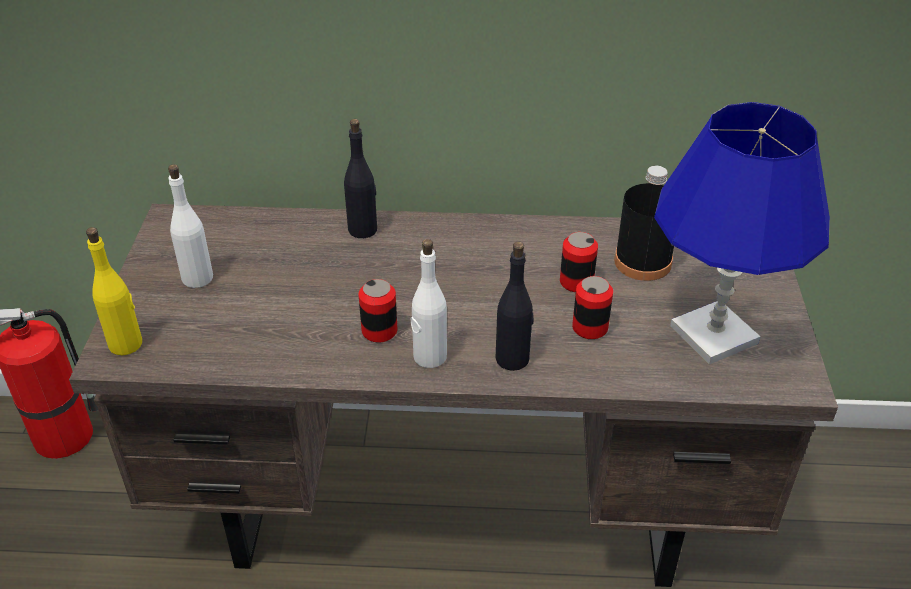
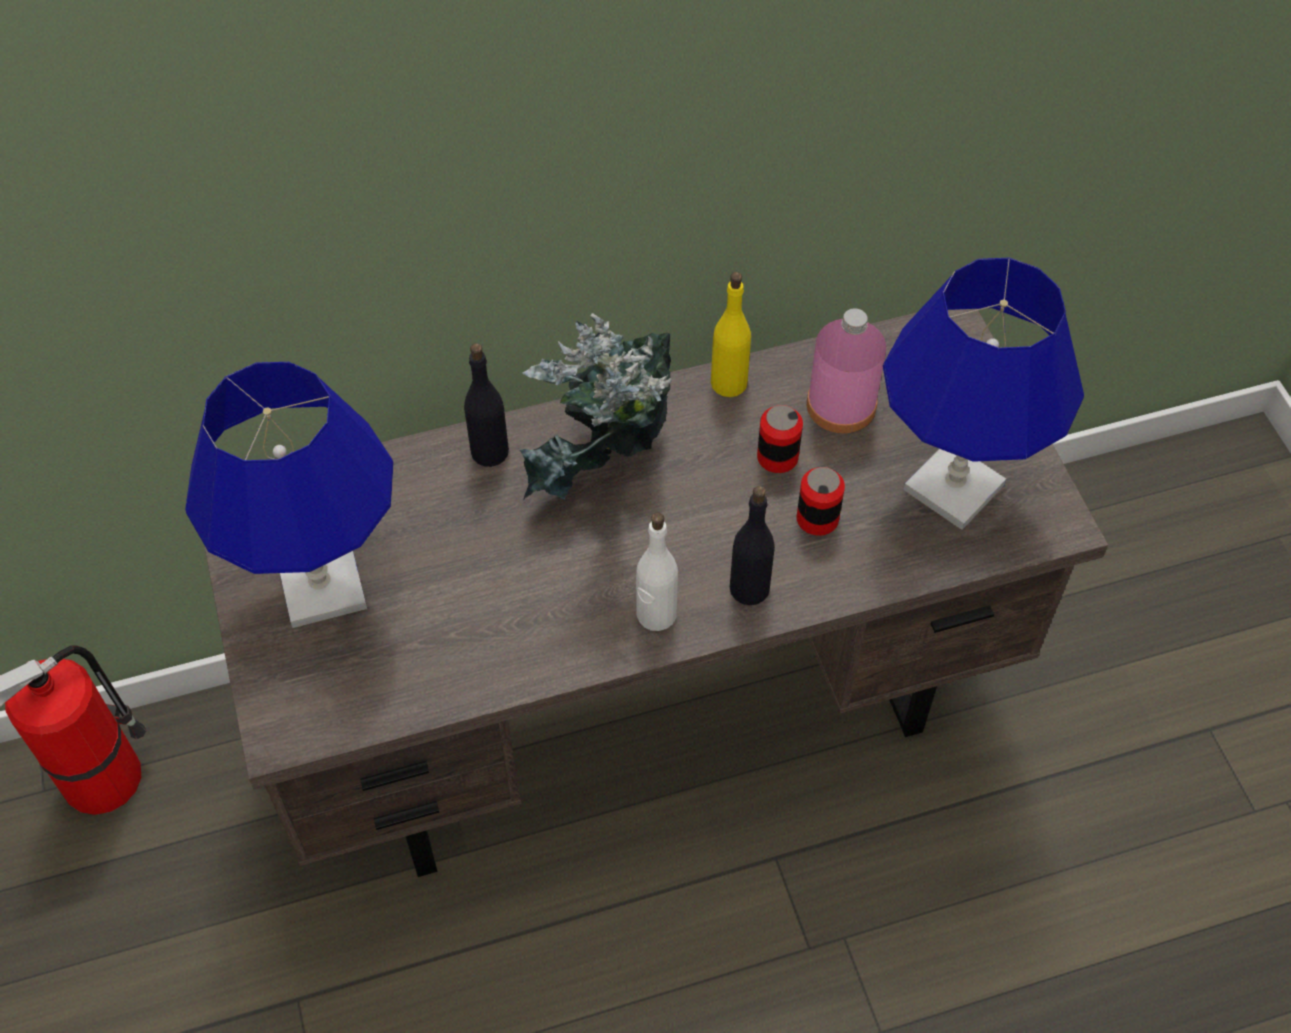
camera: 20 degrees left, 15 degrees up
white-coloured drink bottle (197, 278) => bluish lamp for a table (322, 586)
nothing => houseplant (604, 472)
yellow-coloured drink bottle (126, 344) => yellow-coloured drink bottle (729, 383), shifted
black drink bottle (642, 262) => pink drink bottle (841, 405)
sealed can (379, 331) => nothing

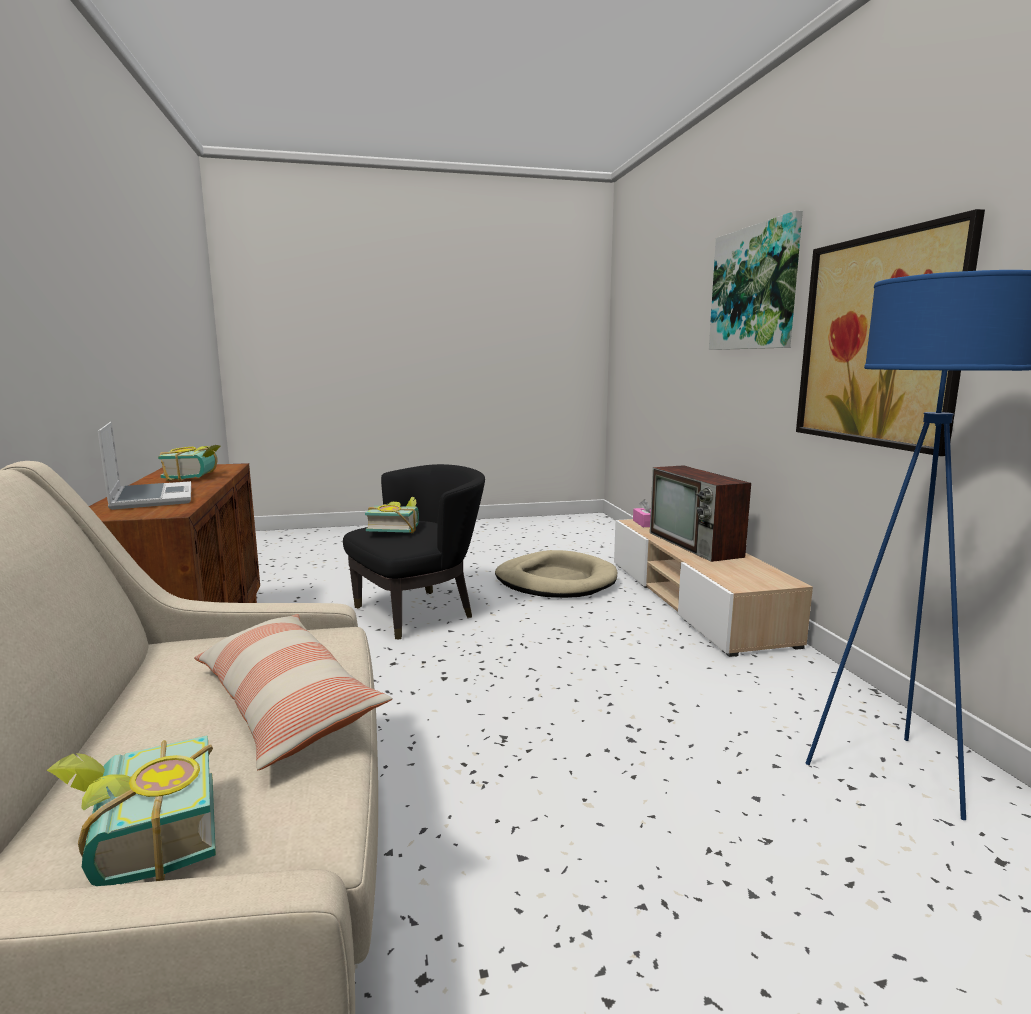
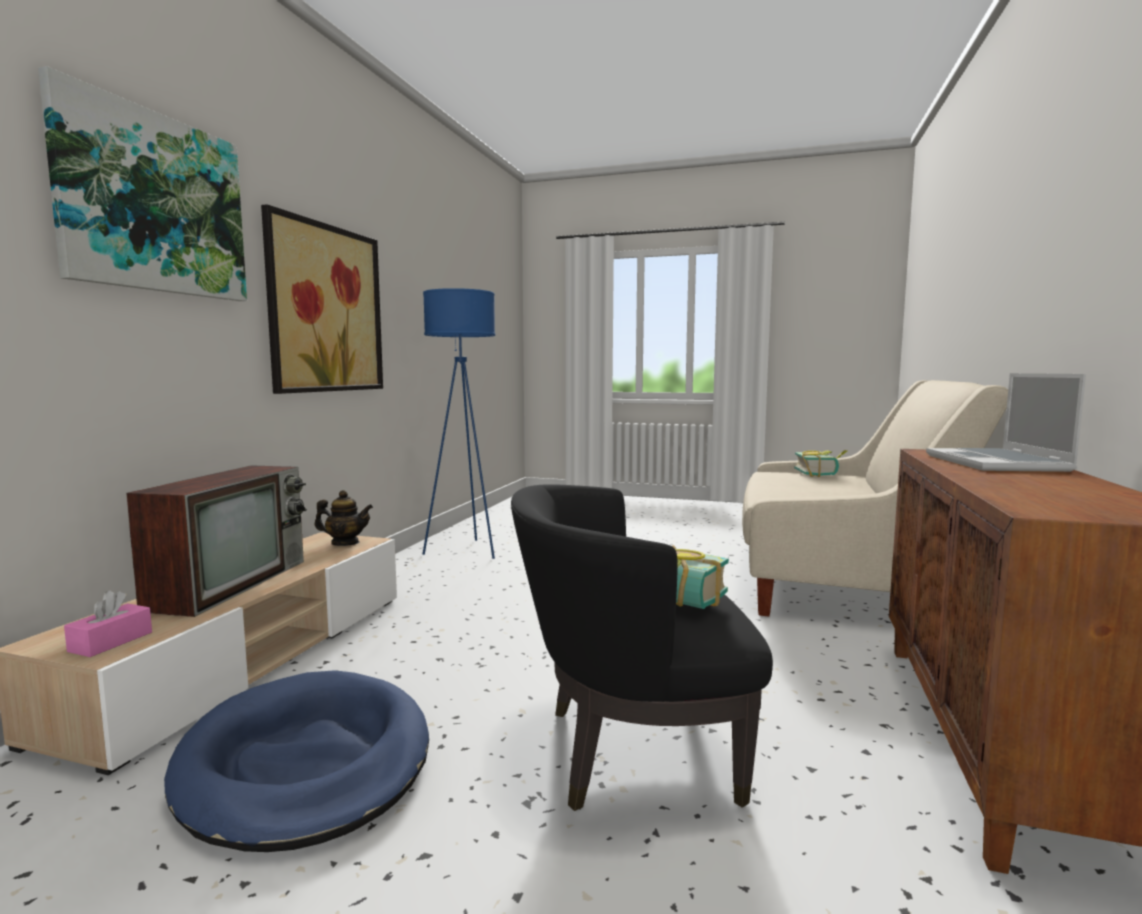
camera: 150 degrees left, 5 degrees down
beige dog bed (555, 580) => bluish dog bed (306, 763)
nothing => teapot (345, 543)
volume (197, 476) => nothing
pillow (285, 704) => nothing

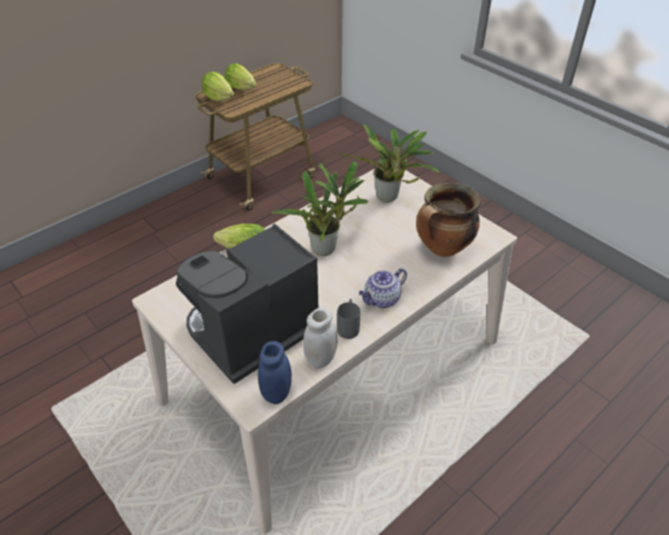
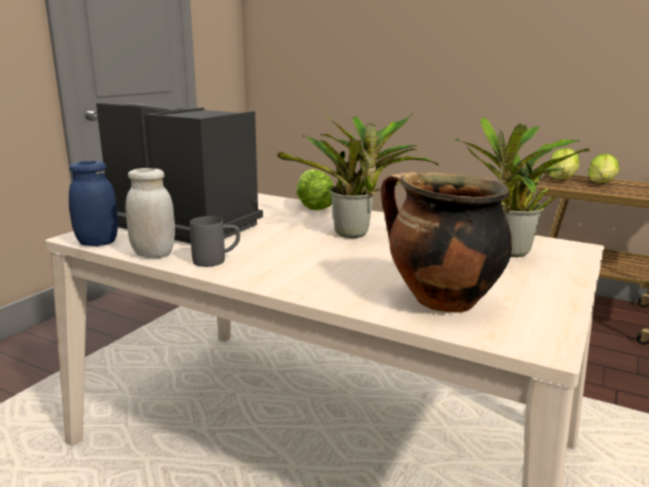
camera: 70 degrees right, 25 degrees down
teapot (381, 300) => nothing

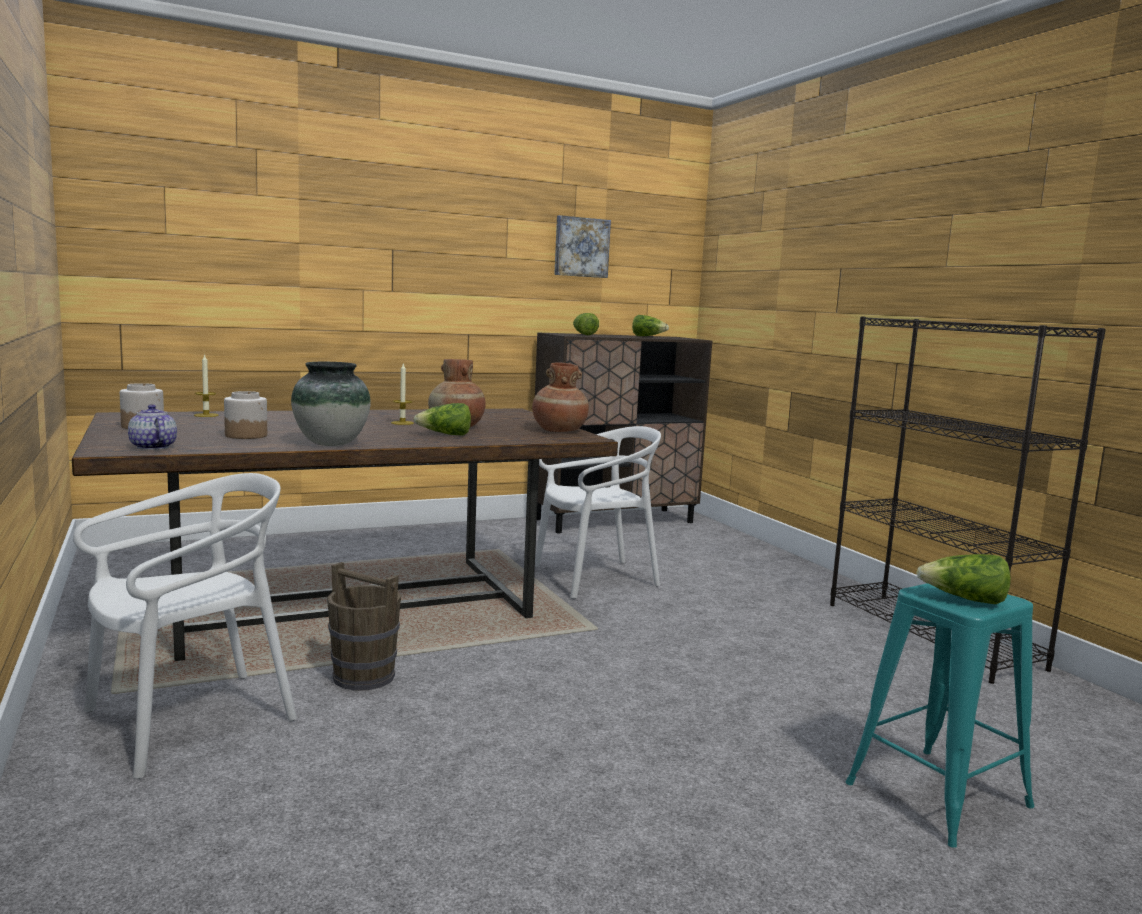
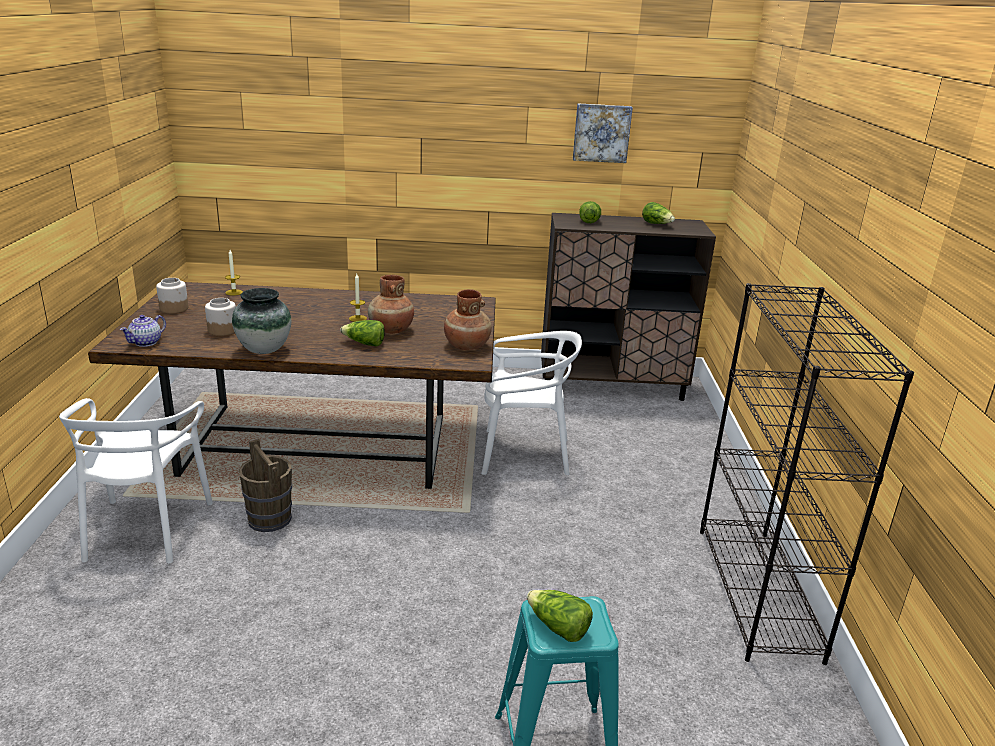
camera: 25 degrees right, 15 degrees up
white-coloured upright chair (190, 719) => white-coloured upright chair (146, 529), 105 degrees clockwise
teapot (152, 447) => teapot (146, 342), 135 degrees counterclockwise

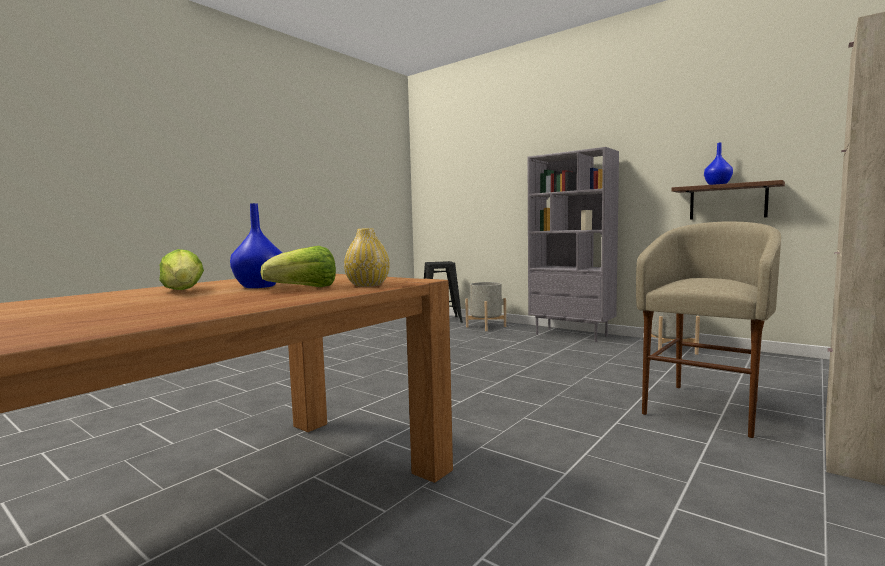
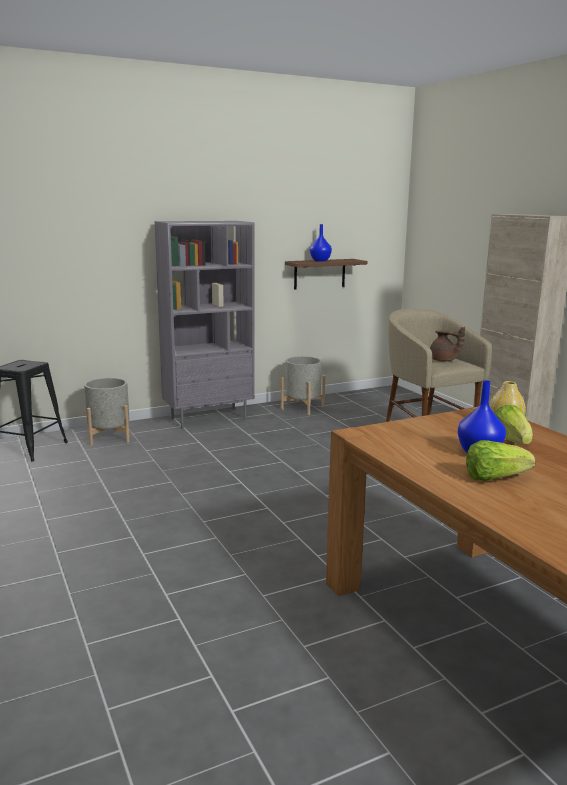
camera: 65 degrees left, 10 degrees up
nothing => brown teapot (443, 360)

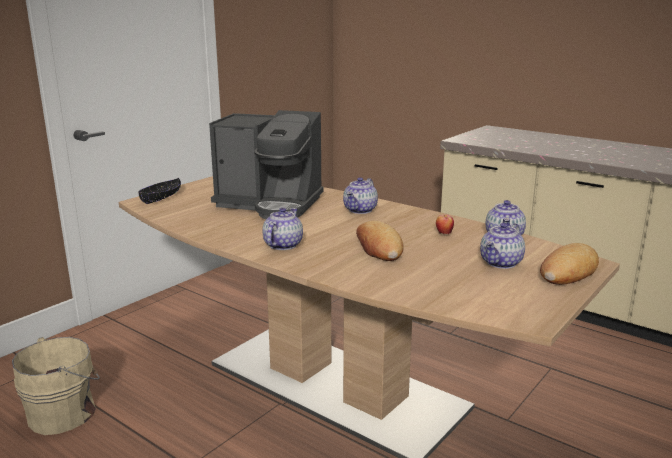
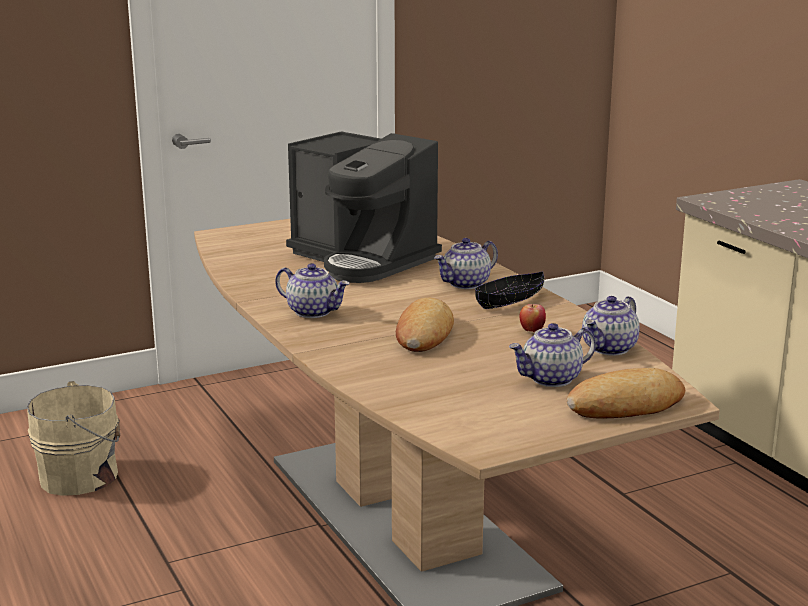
camera: 25 degrees right, 0 degrees up
teapot (282, 245) => teapot (313, 312), 75 degrees clockwise
black bowl (161, 197) => black bowl (510, 300), shifted

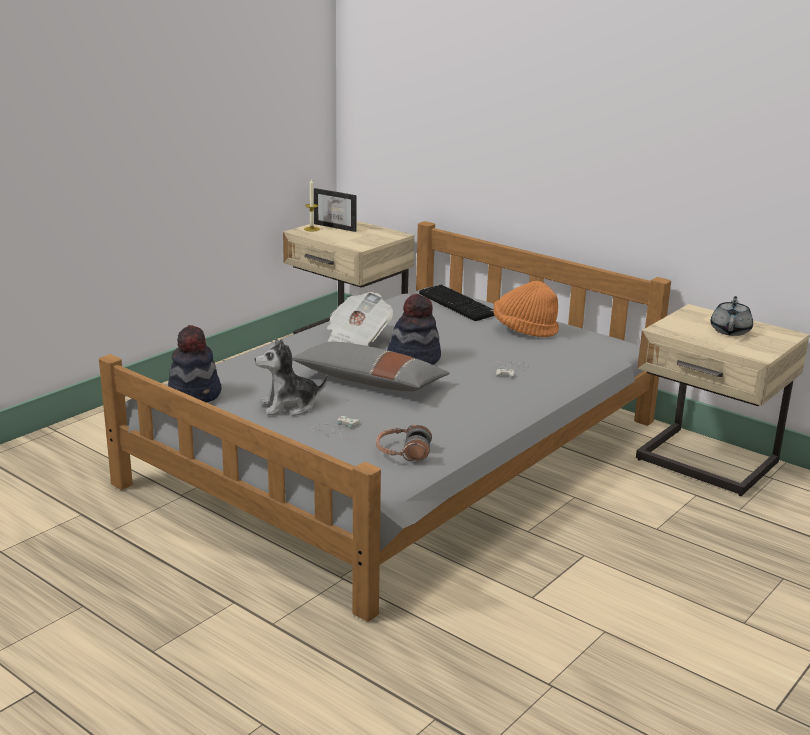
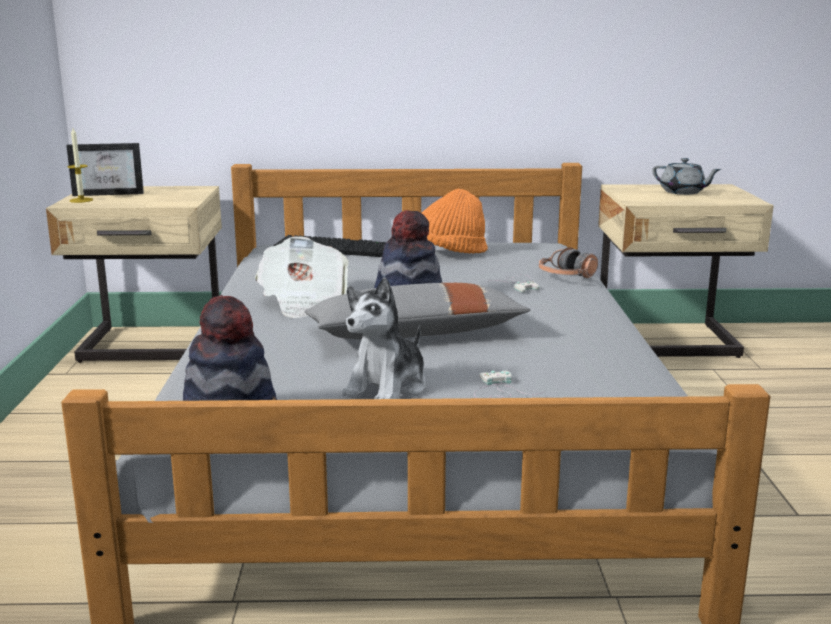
camera: 40 degrees left, 5 degrees down
pair of headphones (403, 452) => pair of headphones (566, 276), shifted
greyish teapot (730, 330) => greyish teapot (683, 192), 150 degrees clockwise

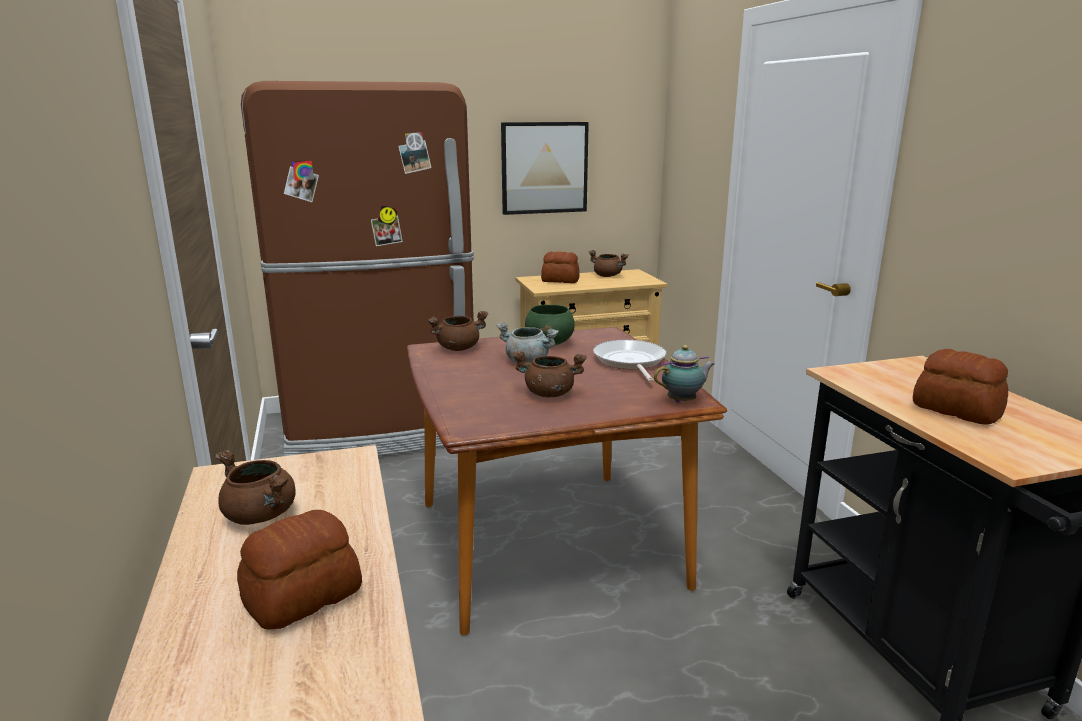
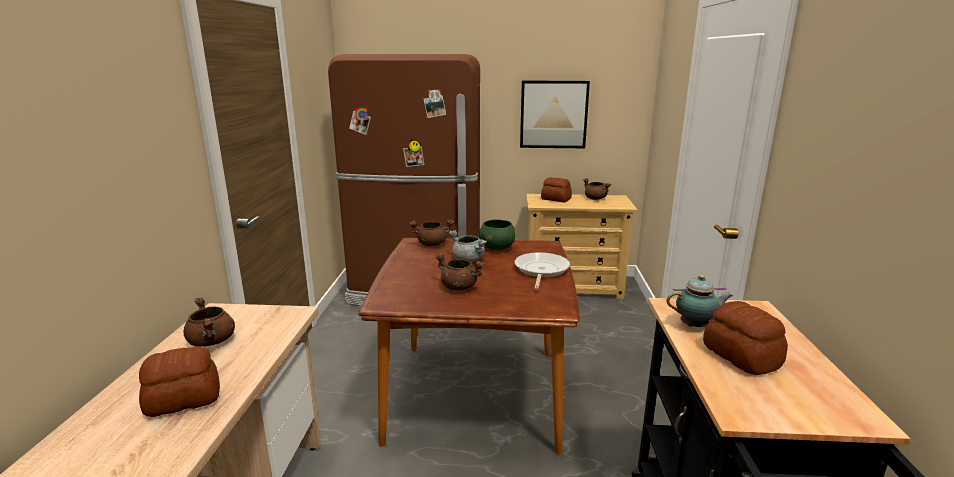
camera: 20 degrees right, 0 degrees up
teapot (683, 401) => teapot (696, 326), shifted

